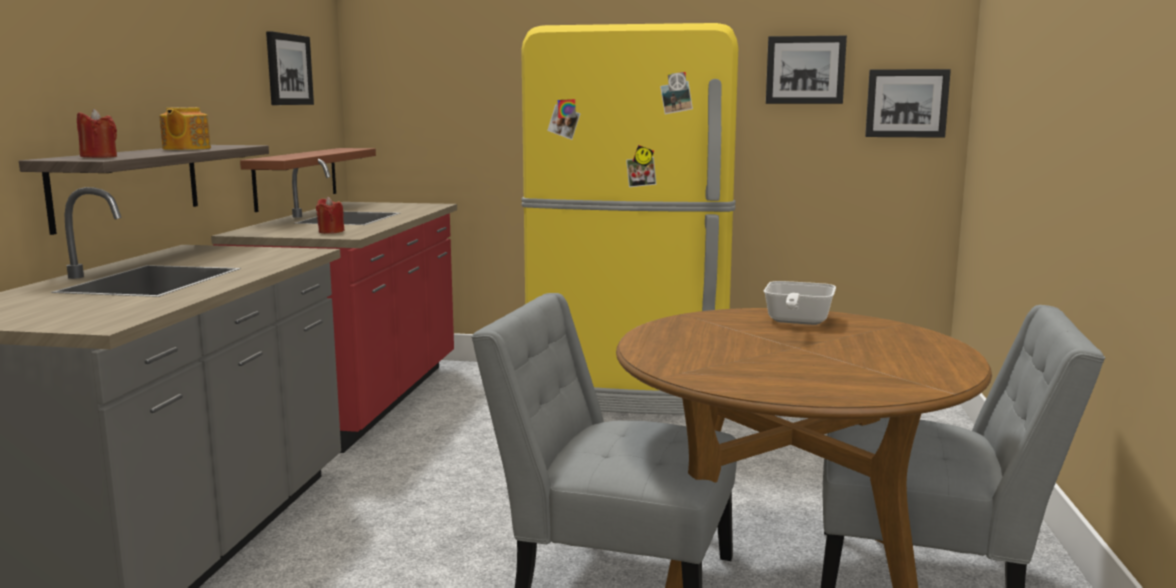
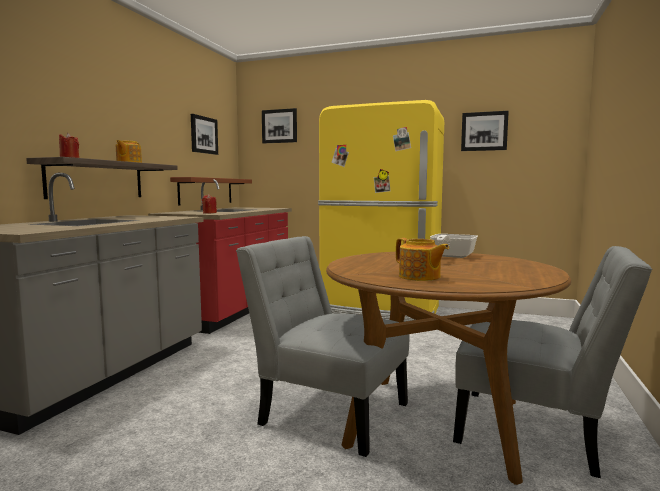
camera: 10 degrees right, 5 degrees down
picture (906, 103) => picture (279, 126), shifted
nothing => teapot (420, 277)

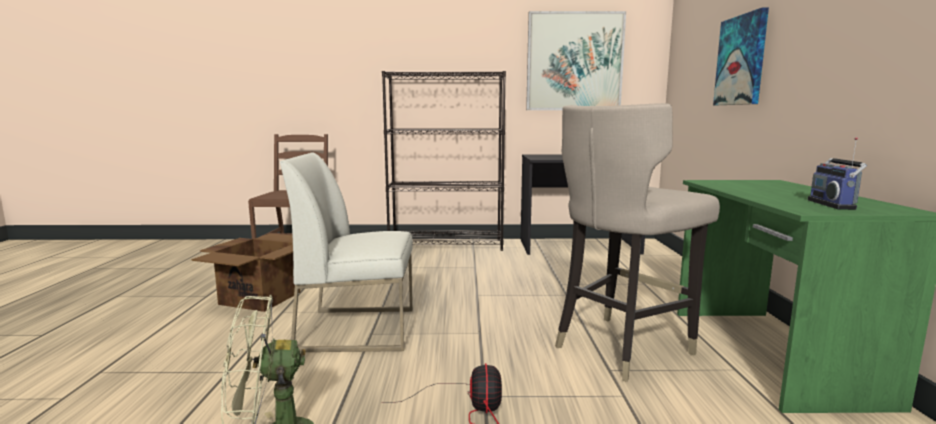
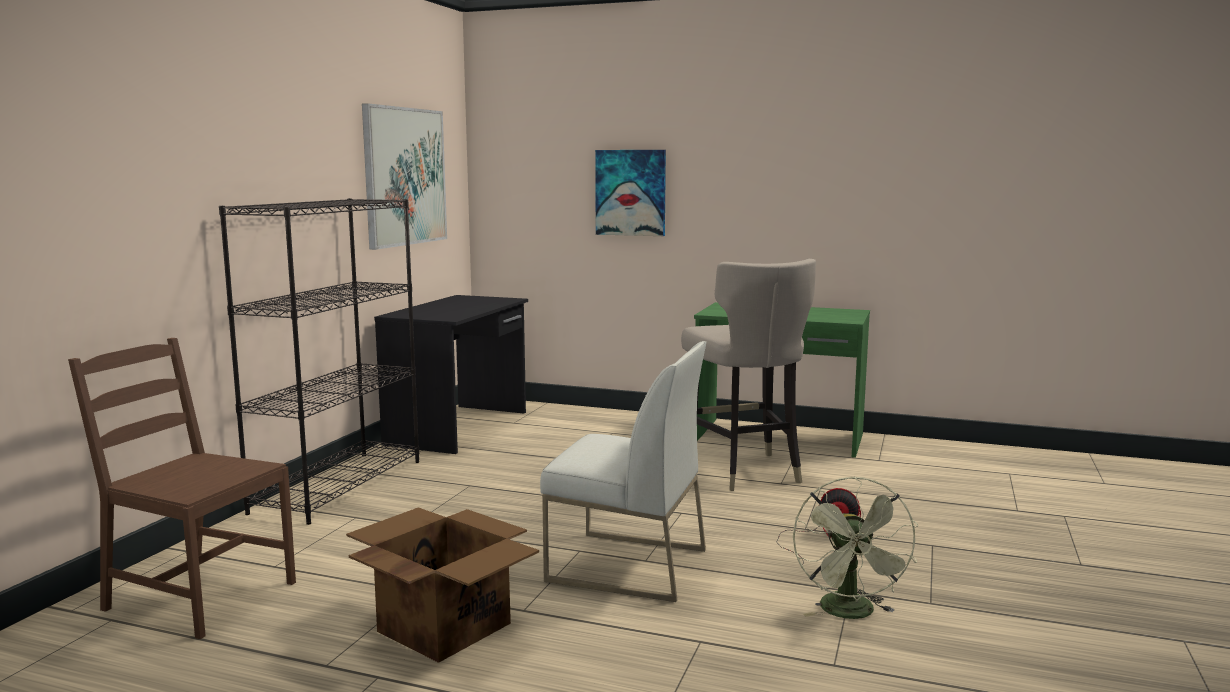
camera: 70 degrees left, 0 degrees up
white-coloured upright chair (358, 328) => white-coloured upright chair (626, 565), 90 degrees counterclockwise
radio receiver (834, 204) => nothing

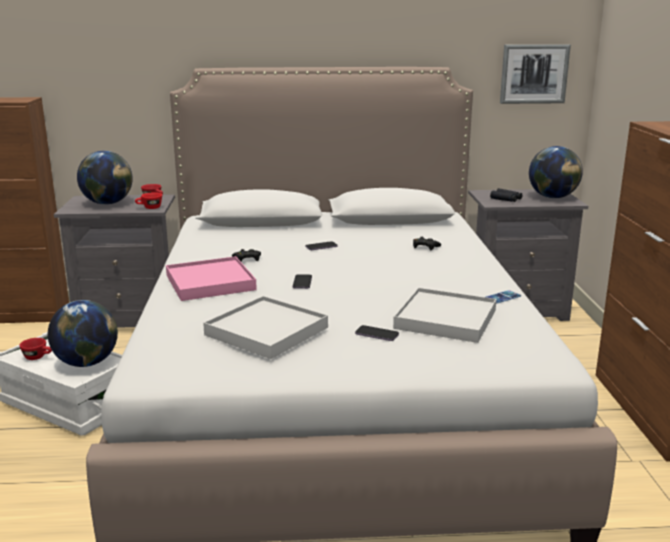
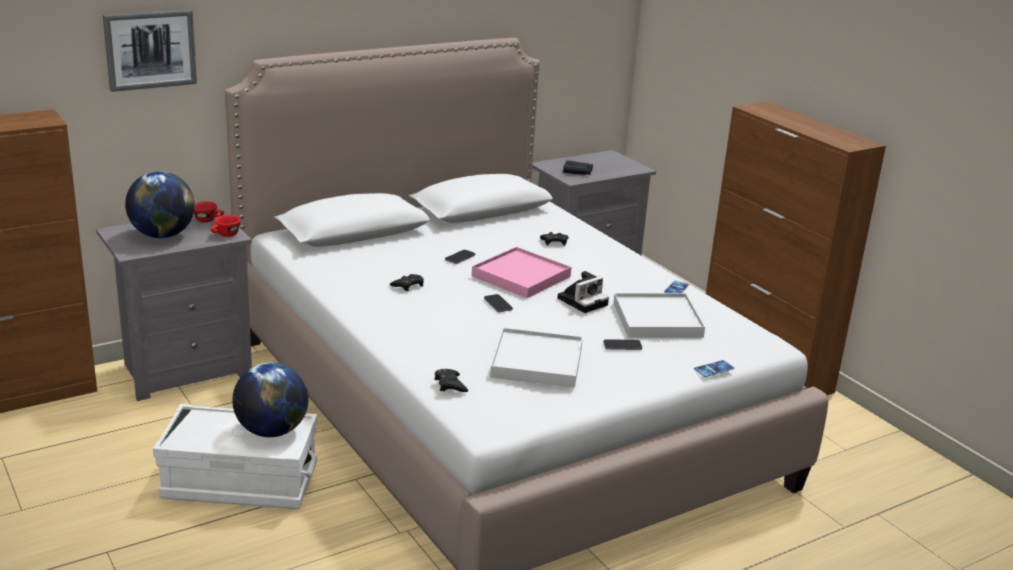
camera: 30 degrees left, 5 degrees up
picture (534, 74) => picture (150, 49), shifted
nothing => black joypad (450, 384)
pink carrying tray (210, 282) => pink carrying tray (521, 276), shifted
nothing => photo camera (583, 301)
nothing => phone (713, 369)
red drinking cup (38, 357) => nothing
world globe (552, 197) => nothing

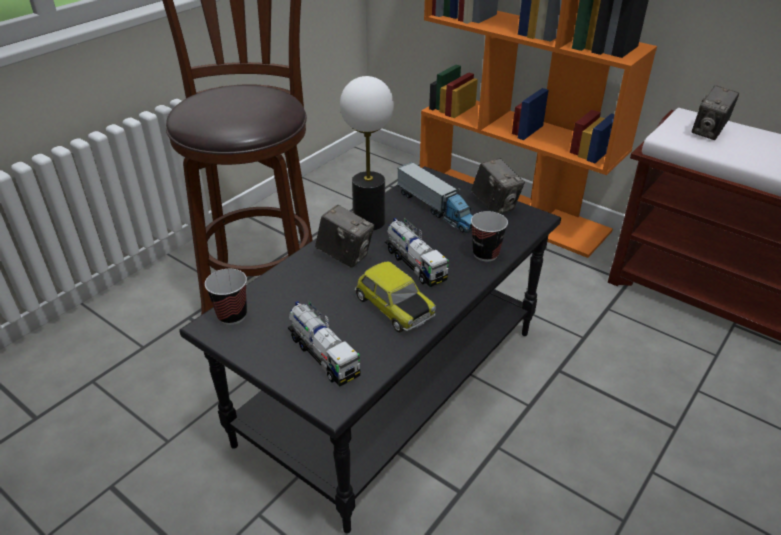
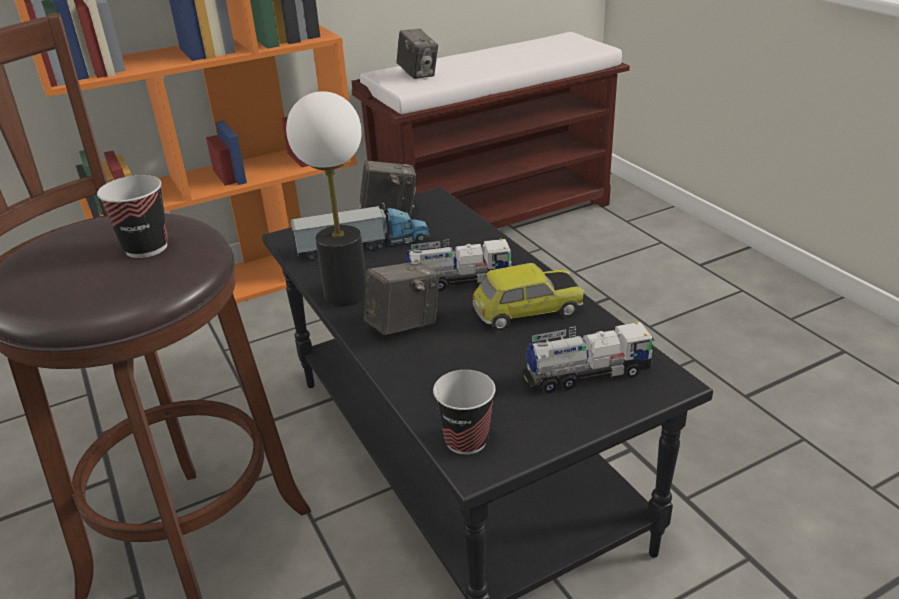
camera: 65 degrees left, 5 degrees down
drinking cup (485, 254) => drinking cup (146, 248), shifted

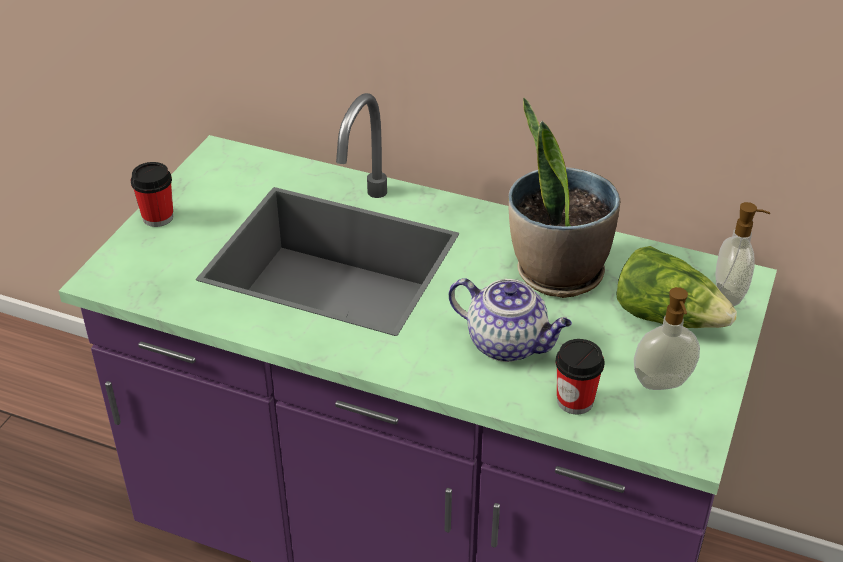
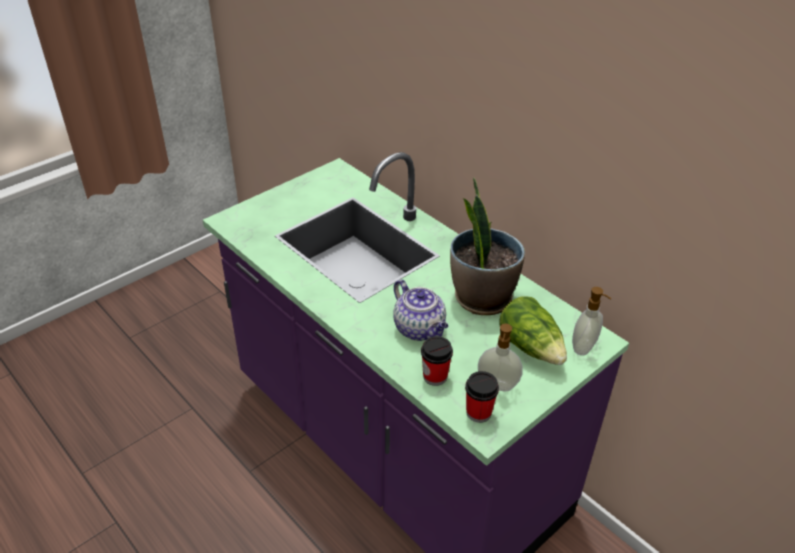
camera: 25 degrees right, 0 degrees up
drinking cup (158, 217) => drinking cup (478, 412), shifted

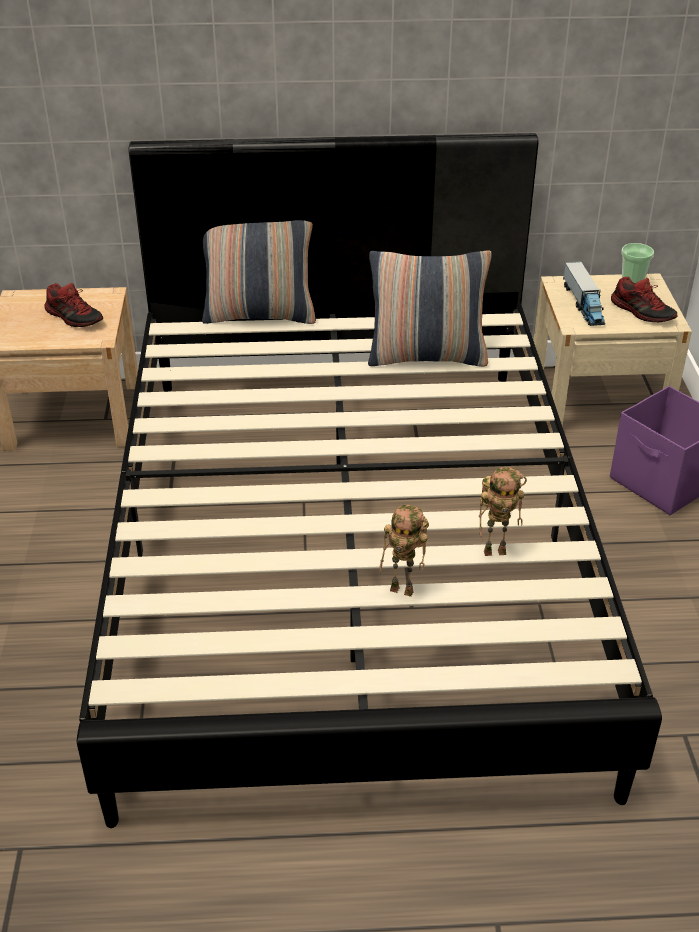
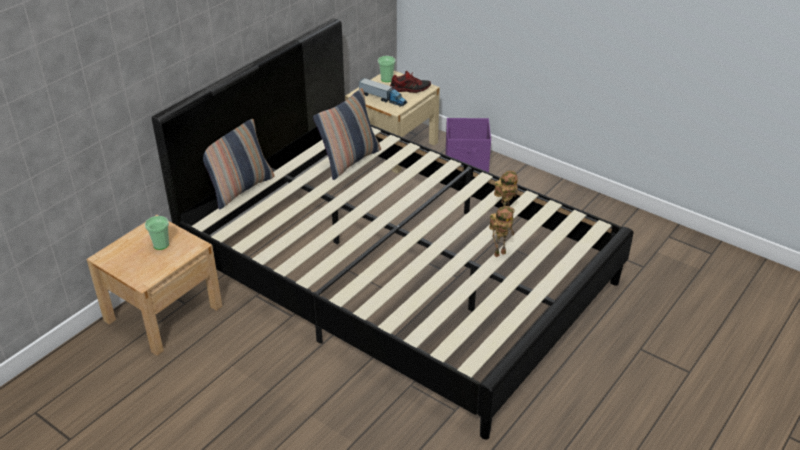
camera: 50 degrees left, 0 degrees up
low shoe (75, 317) => drinking cup (161, 245)

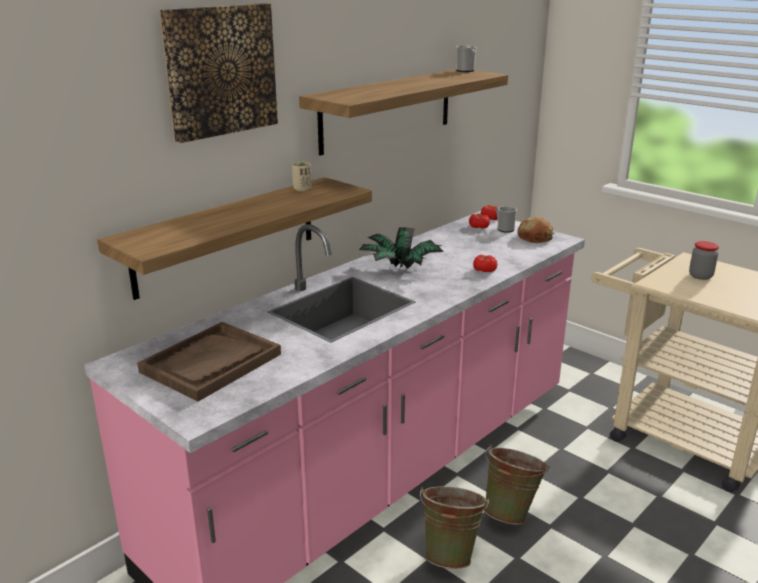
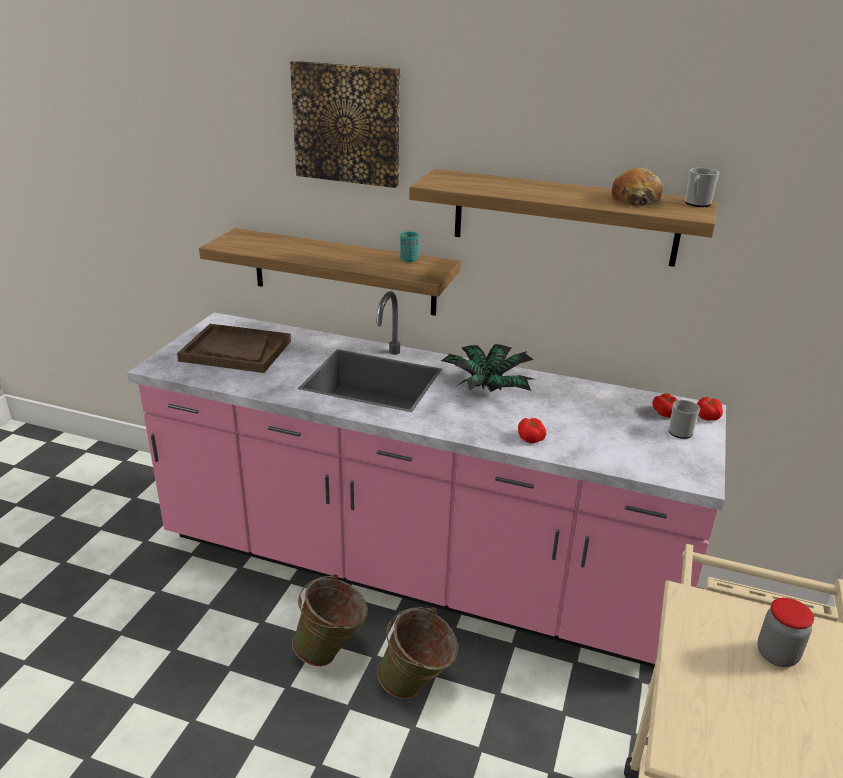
camera: 65 degrees right, 5 degrees up
beige drinking cup (302, 189) => turquoise drinking cup (409, 259)
bread (535, 237) => bread (634, 199), shifted

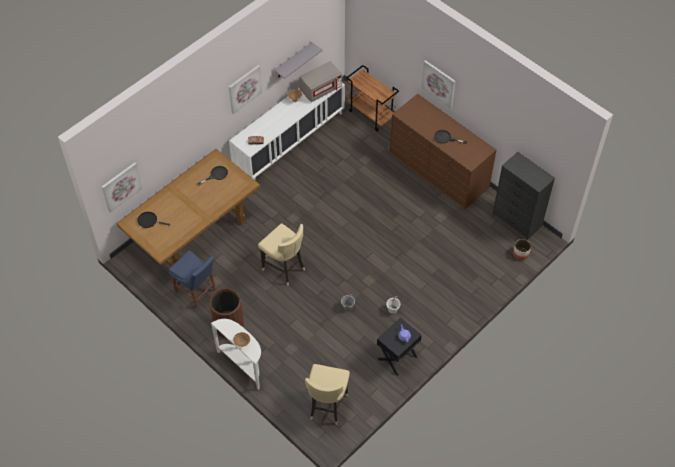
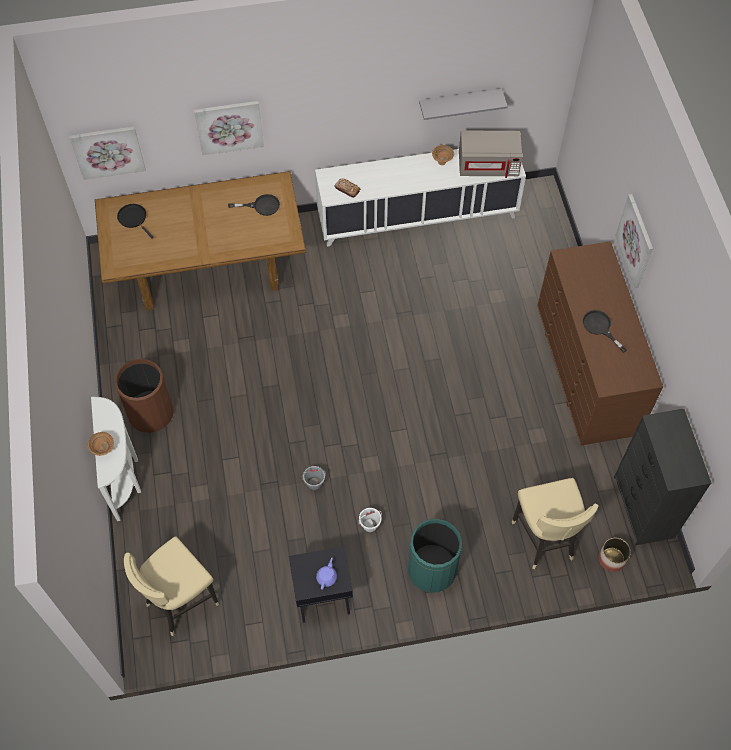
camera: 35 degrees right, 5 degrees up
picture (244, 88) => picture (229, 126), shifted
nothing => greenish trash can (431, 570)
beige stool seat (284, 269) => beige stool seat (544, 540), shifted
bluish upright chair (197, 292) => nothing
brown trolley (371, 115) => nothing

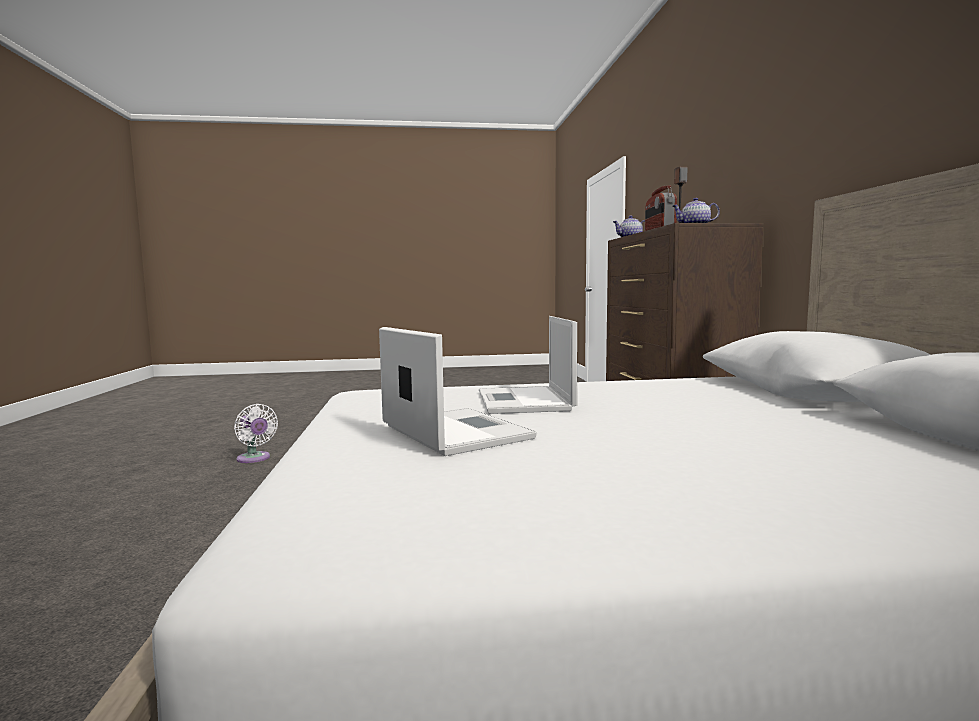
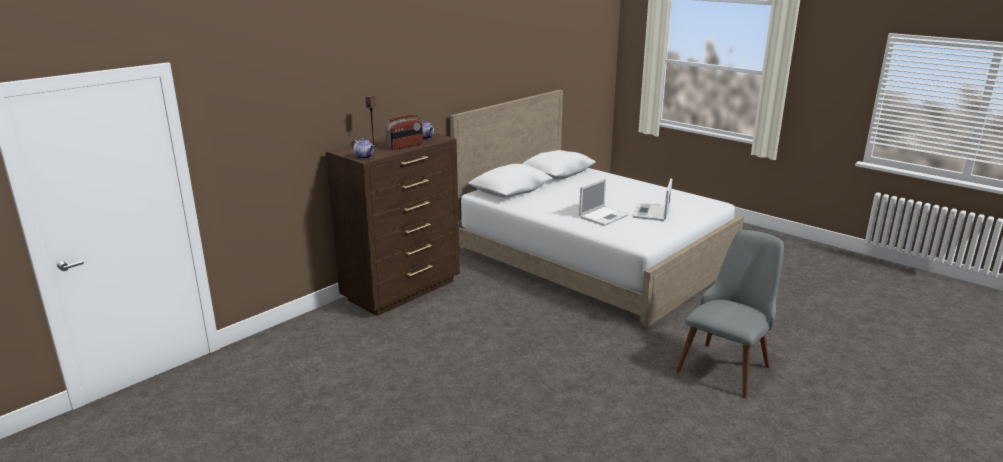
camera: 130 degrees left, 15 degrees up
nothing => greyish upright chair (728, 363)
white-coloured fan (254, 459) => nothing

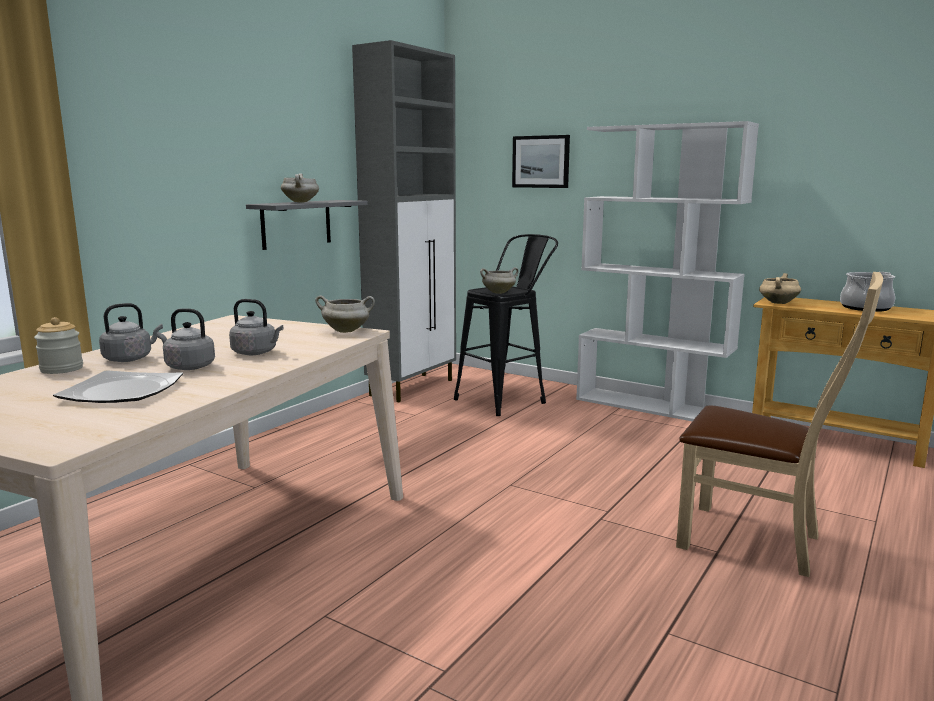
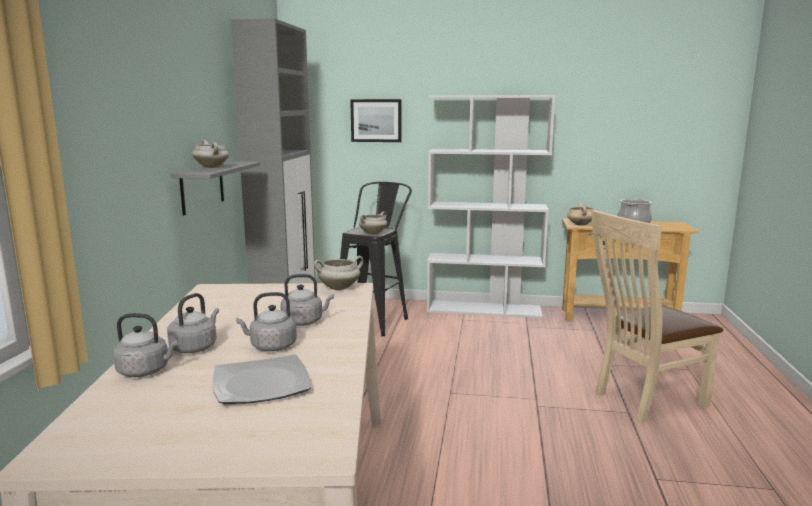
camera: 25 degrees left, 0 degrees up
preserve jar (61, 369) => greyish water kettle (146, 371)
beige upright chair (758, 542) => beige upright chair (644, 399), 150 degrees clockwise

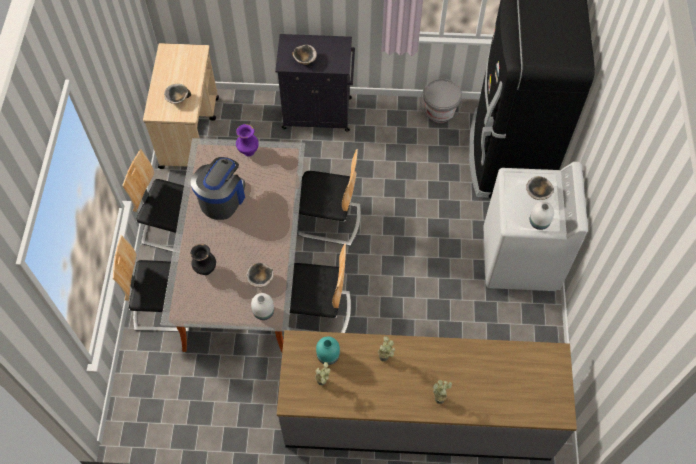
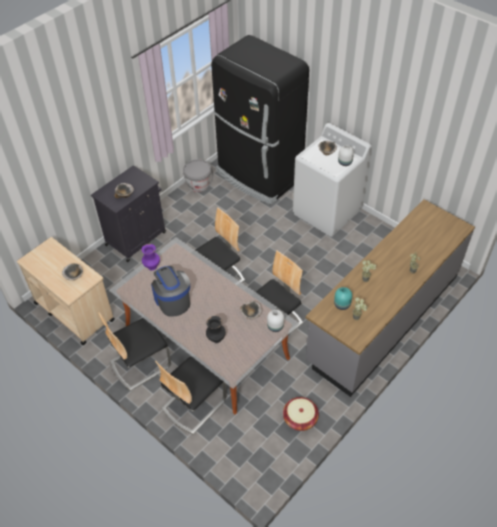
camera: 50 degrees left, 10 degrees down
nothing => household basket (300, 418)

